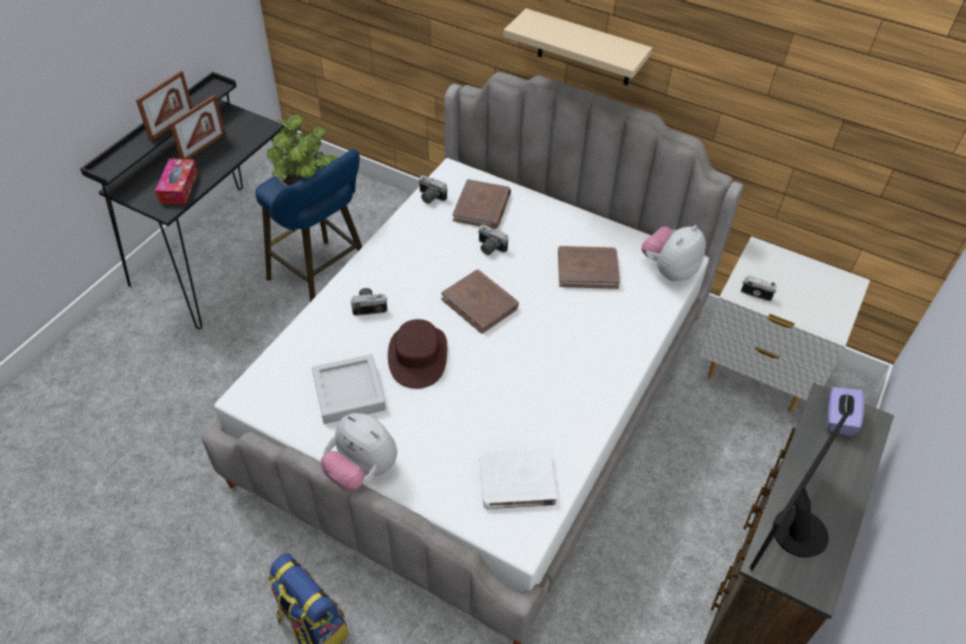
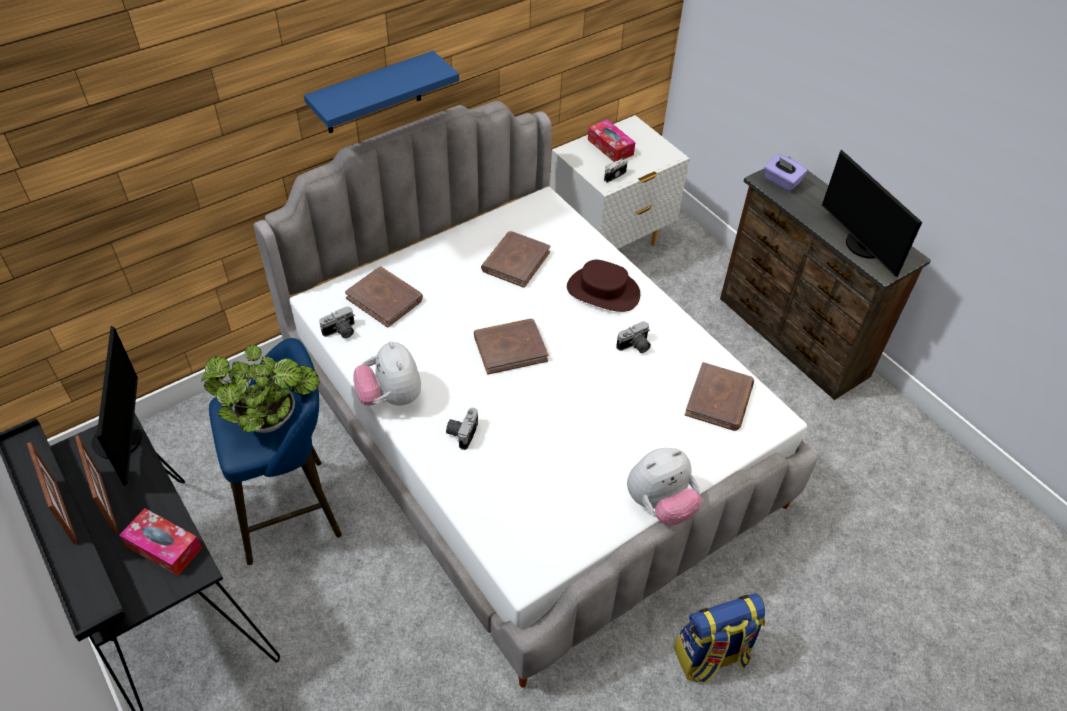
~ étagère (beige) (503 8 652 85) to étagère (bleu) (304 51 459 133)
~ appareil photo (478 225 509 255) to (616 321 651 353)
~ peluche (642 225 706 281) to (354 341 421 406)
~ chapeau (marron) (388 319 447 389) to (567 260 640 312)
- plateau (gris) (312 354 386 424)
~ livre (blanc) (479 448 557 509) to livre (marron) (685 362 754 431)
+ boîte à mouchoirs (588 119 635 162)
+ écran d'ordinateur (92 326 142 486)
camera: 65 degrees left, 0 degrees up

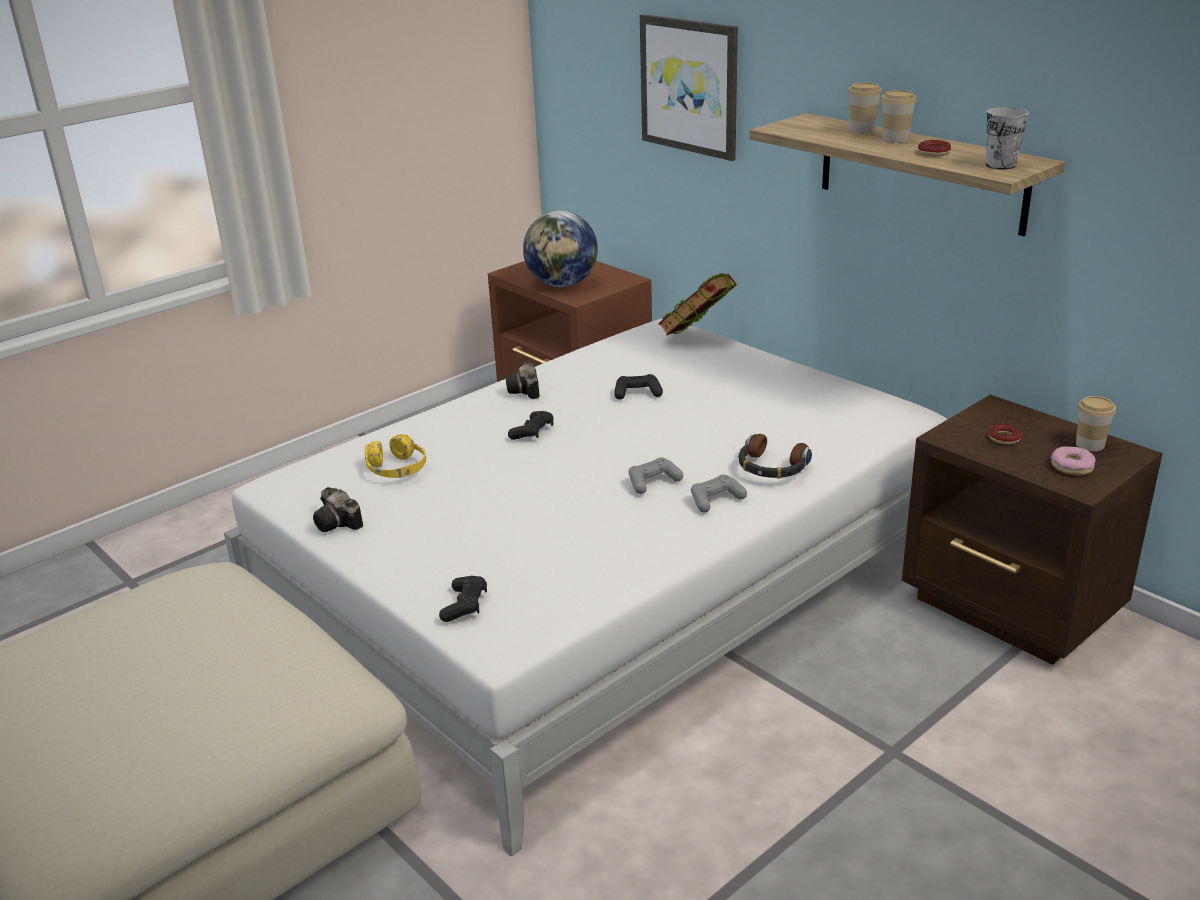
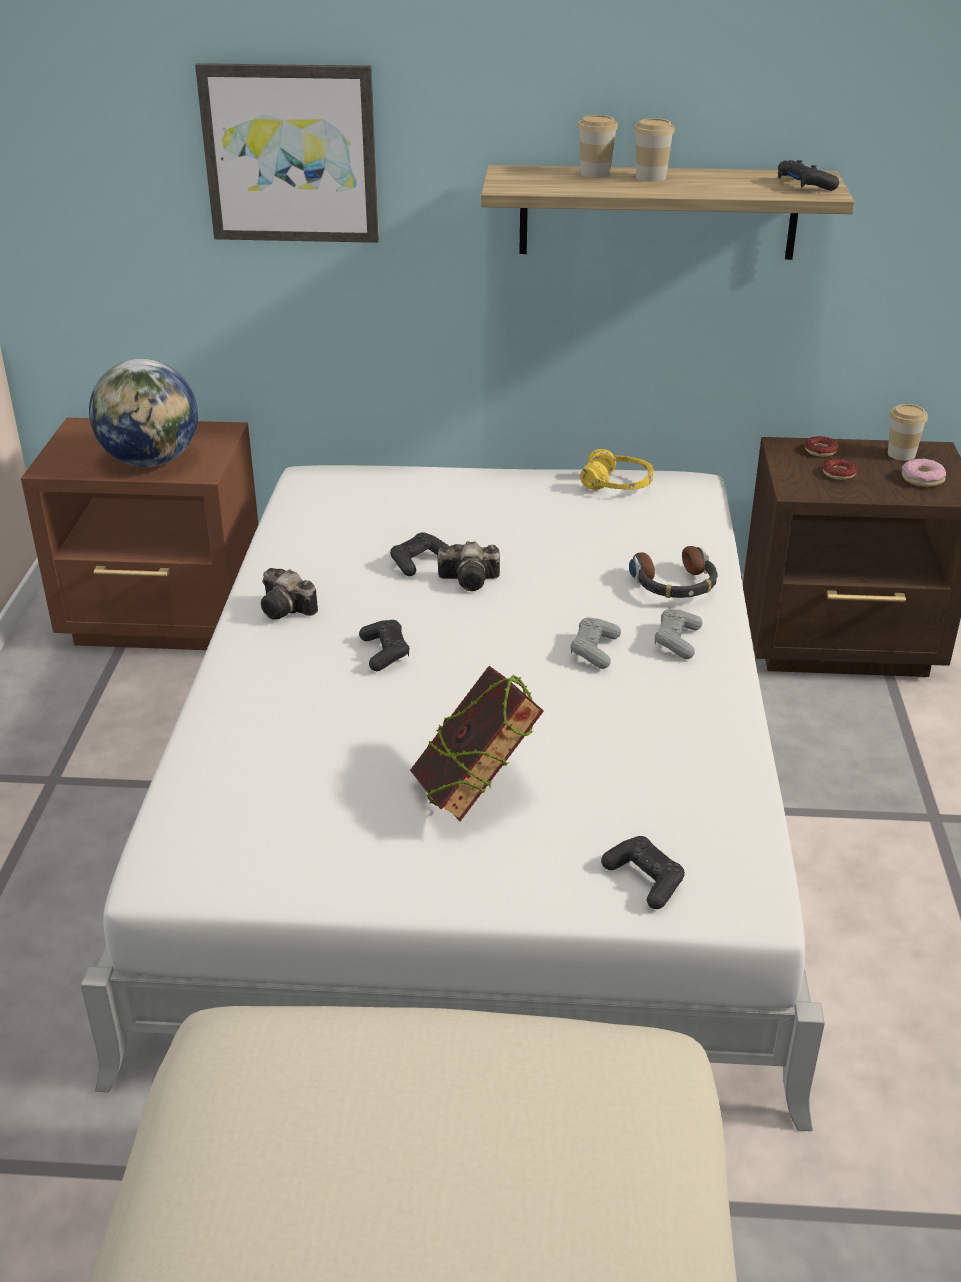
~ tasse (986 107 1029 170) to manette (noir) (778 160 839 191)
~ beignet (918 140 951 156) to (805 436 838 457)
~ livre (658 273 737 336) to (410 666 544 821)
~ casque audio (jaune) (365 434 426 478) to (580 449 653 490)
~ appareil photo (313 487 363 532) to (438 541 500 591)
camera: 45 degrees left, 5 degrees up

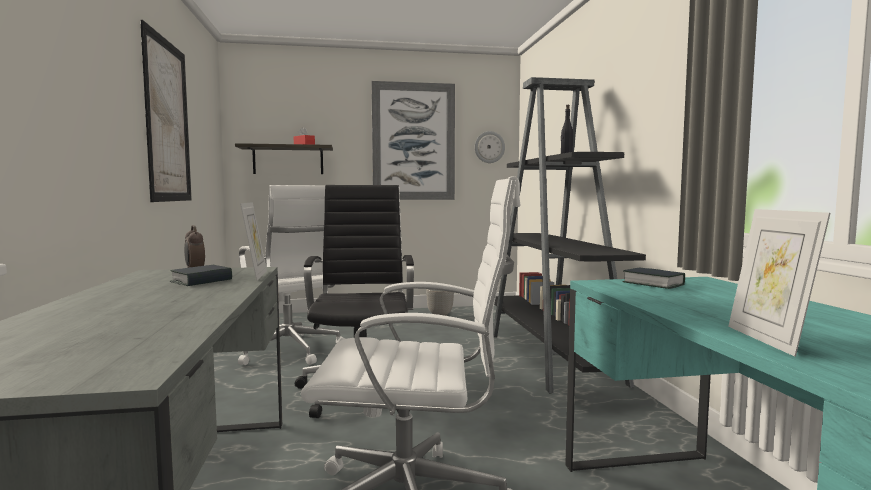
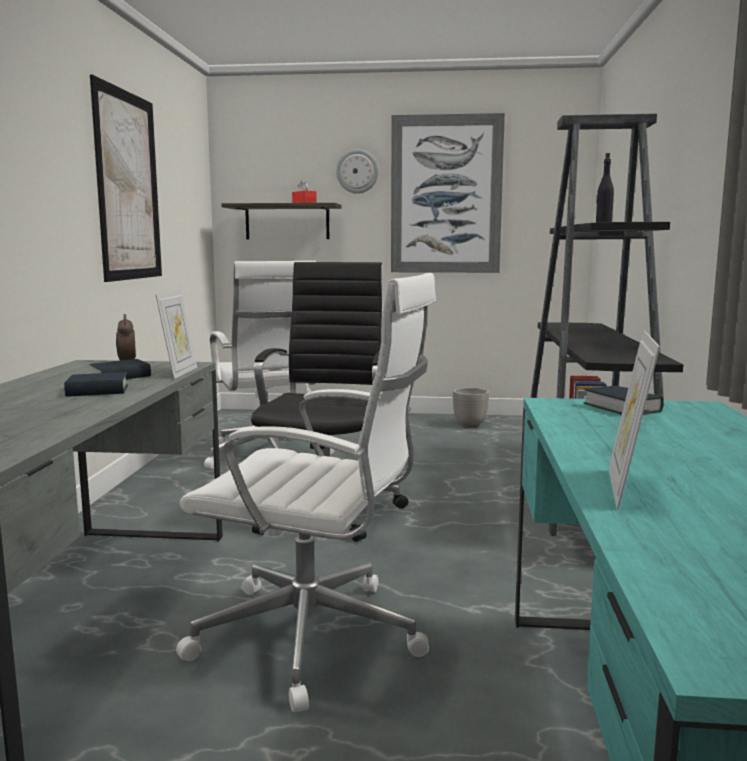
~ horloge murale (474 131 505 163) to (336 149 379 194)
+ livre (64 372 128 397)
camera: 15 degrees right, 5 degrees up

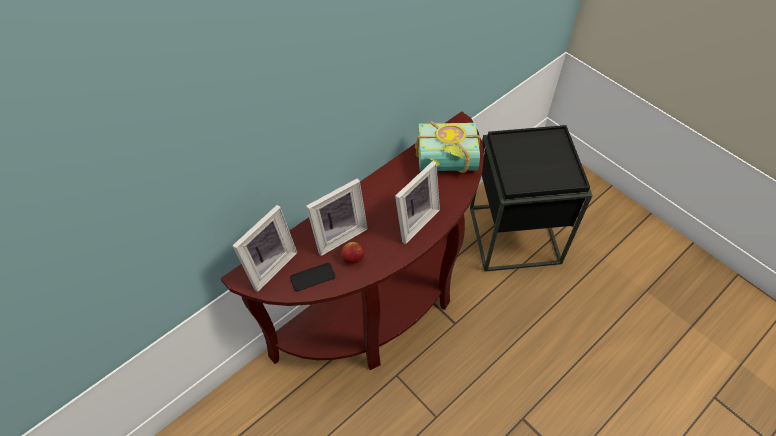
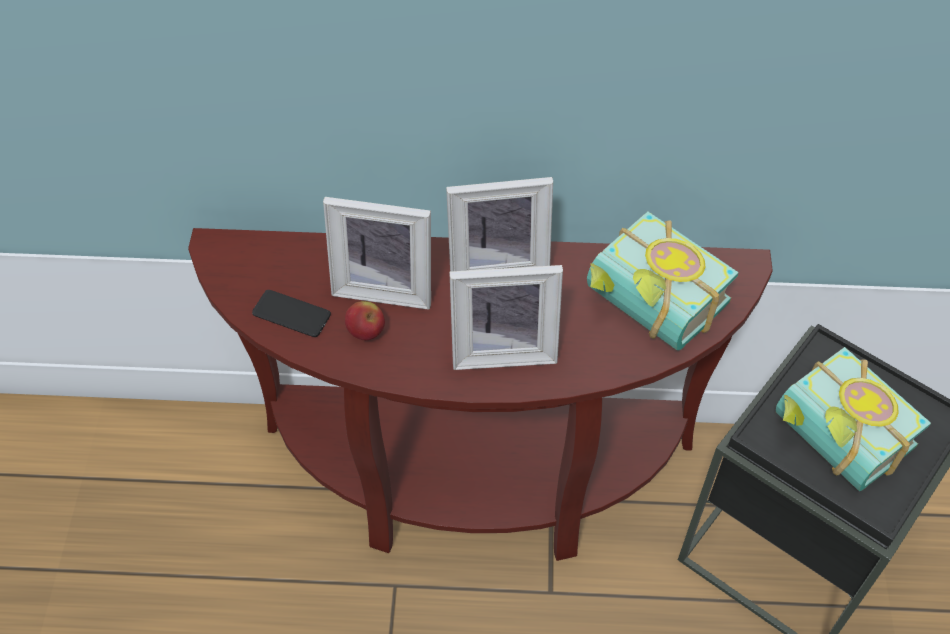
~ cadre photo (232 205 298 292) to (446 177 553 272)
+ livre (776 347 931 491)
camera: 45 degrees right, 0 degrees up

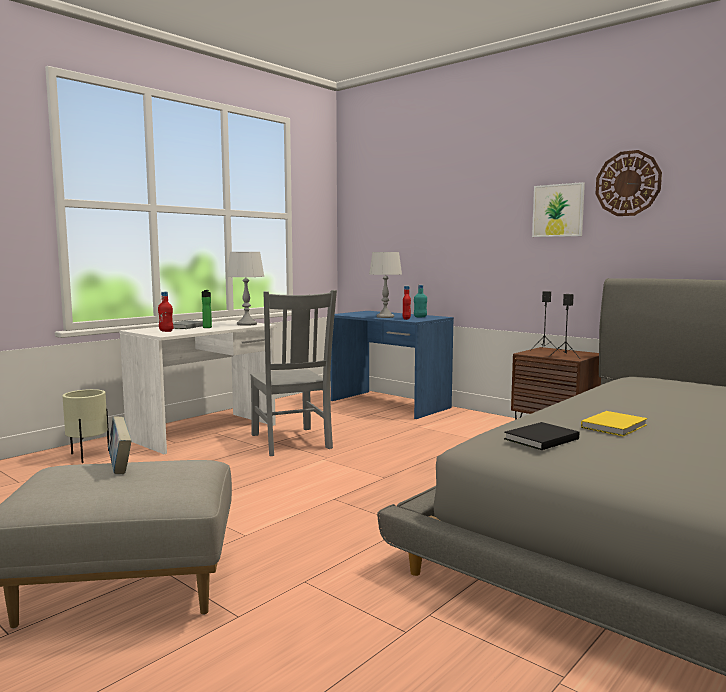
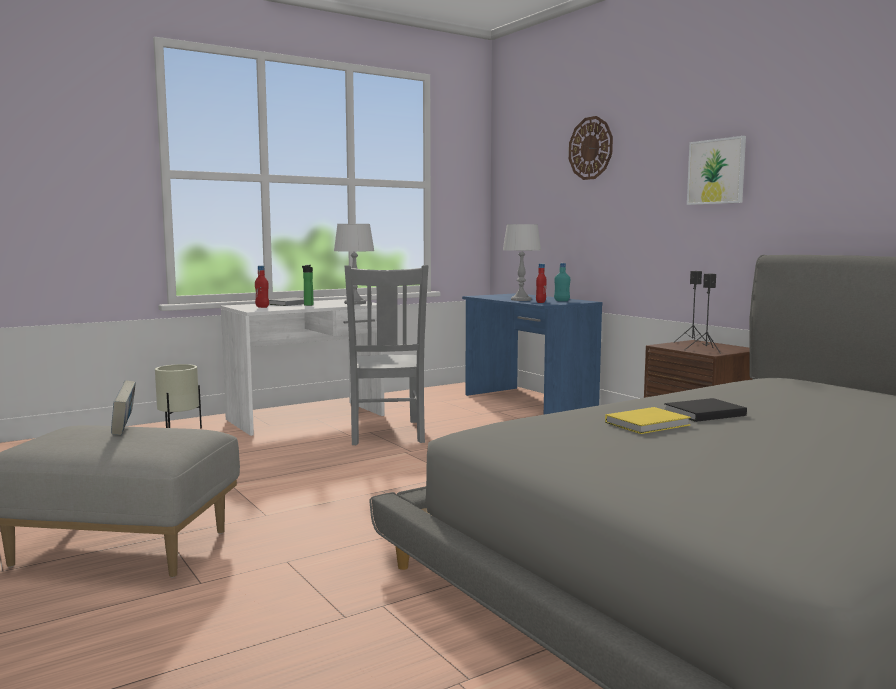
~ horloge murale (596 150 662 216) to (569 116 613 180)
~ livre (noir) (504 422 579 450) to (664 398 747 422)
camera: 15 degrees right, 0 degrees up

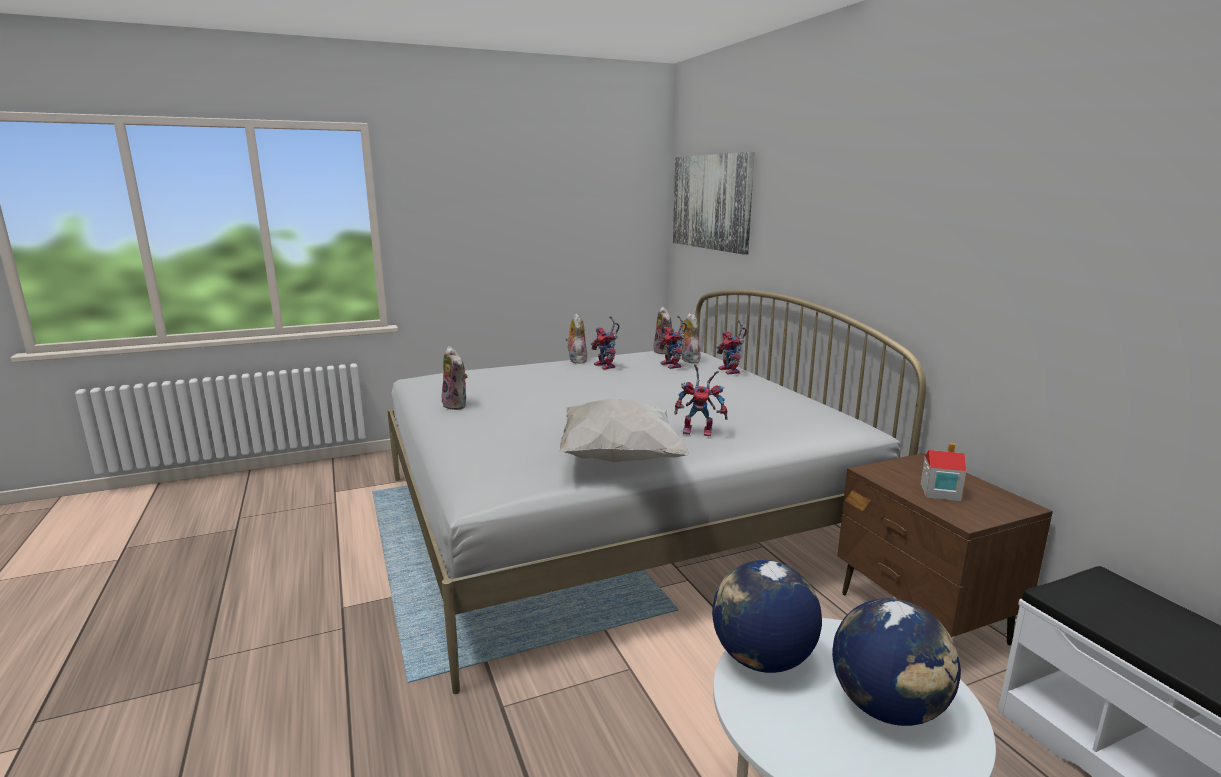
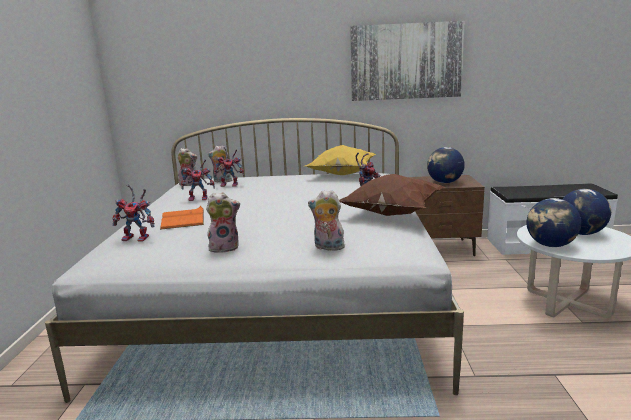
~ tableau (673 152 754 255) to (350 21 465 101)
~ peluche (565 313 588 364) to (308 190 348 251)
~ robot jouet (716 320 747 374) to (112 184 154 241)
~ coussin (blanc) (559 399 691 462) to coussin (marron) (339 174 445 216)
~ maison miniature (921 443 966 501) to globe (427 147 465 183)
+ coussin (jaune) (305 145 376 175)
+ livre (orange) (160 206 204 230)
camera: 65 degrees left, 0 degrees up

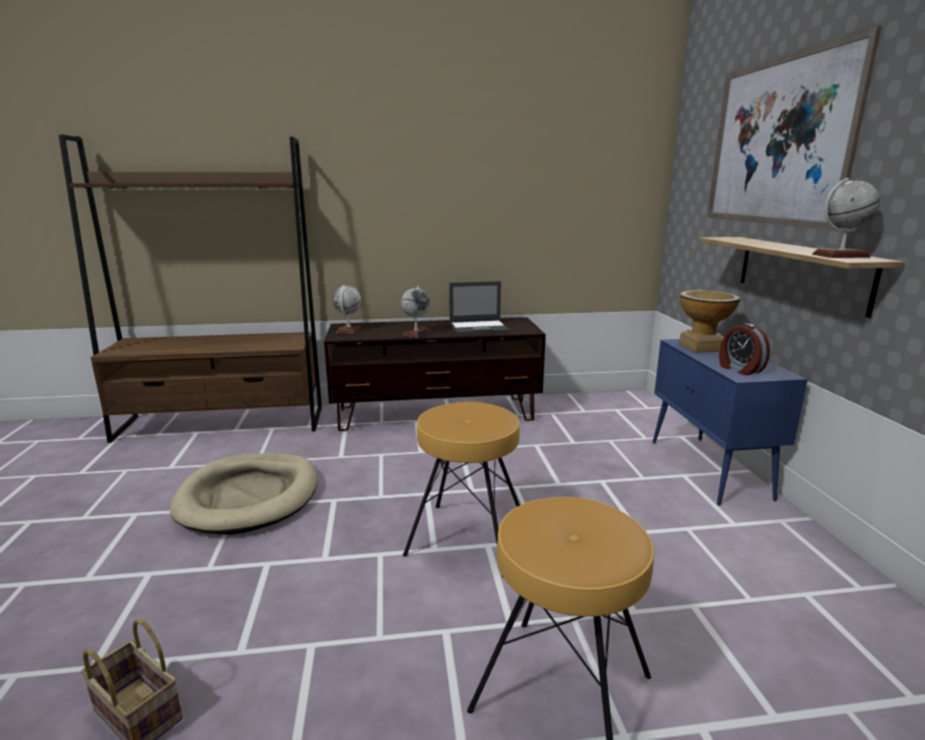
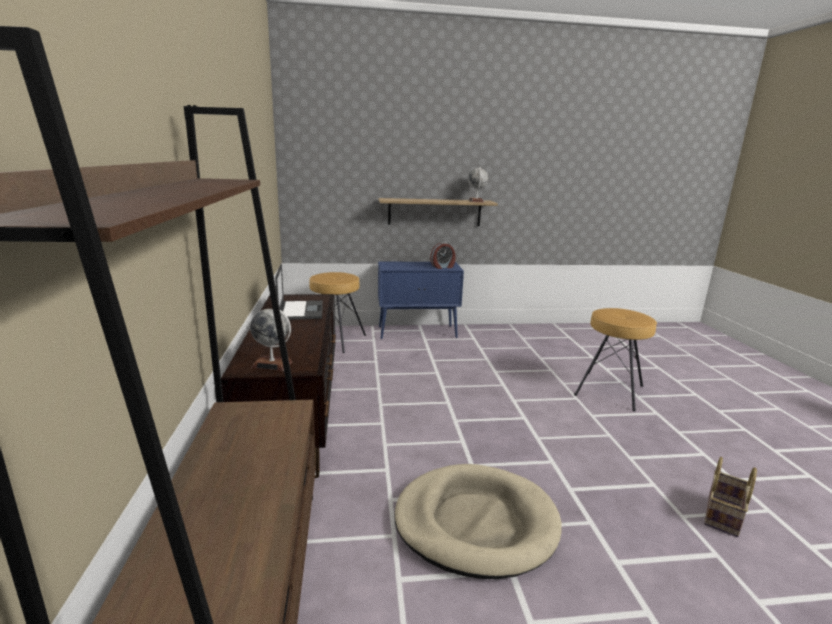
- tableau (707 25 882 230)
- globe (401 286 431 338)
- vase (679 290 741 353)
~ tabouret (marron) (403 402 520 577) to (309 272 366 353)
camera: 90 degrees left, 0 degrees up

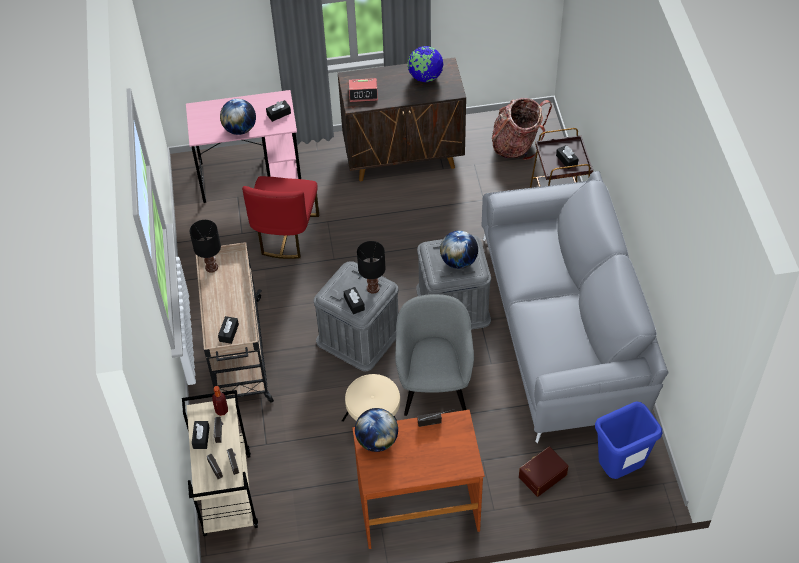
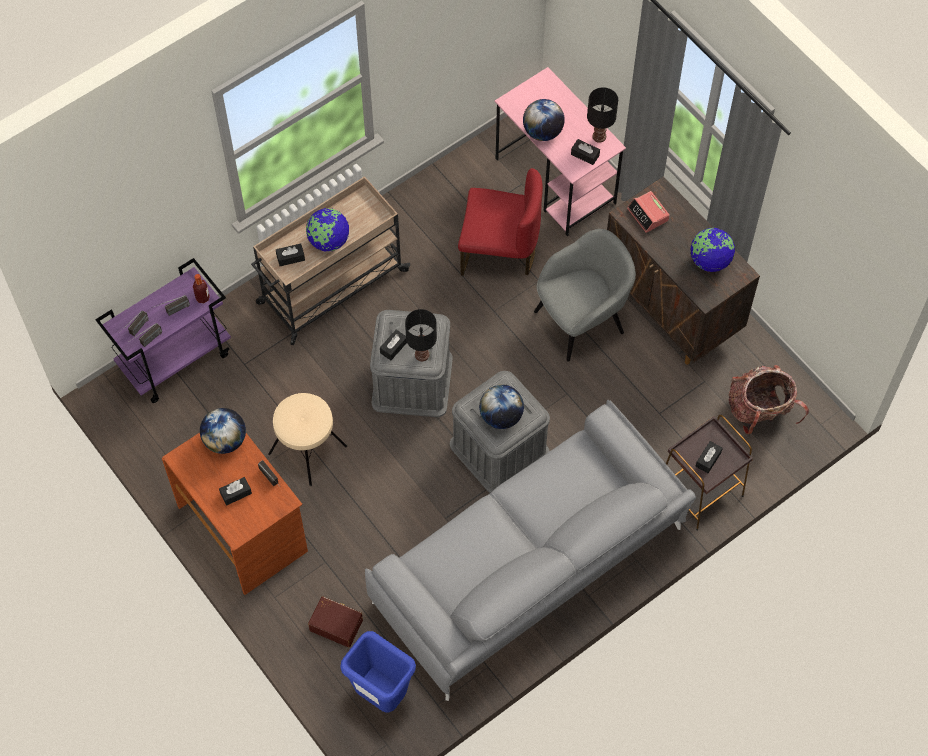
~ chaise (rouge) (242 176 319 259) = (458 168 543 276) 150 degrees counterclockwise
~ lampe de table (noir) (190 220 221 273) to (587 87 618 143)
~ fauteuil (gris) (395 294 474 416) to (534 229 636 362)
~ chariot (beige) (182 390 258 536) to chariot (violet) (95 258 231 403)
~ boîte à mouchoirs (noir) (192 421 210 449) to (219 477 252 506)
+ globe (306 208 349 252)
camera: 60 degrees right, 10 degrees up

